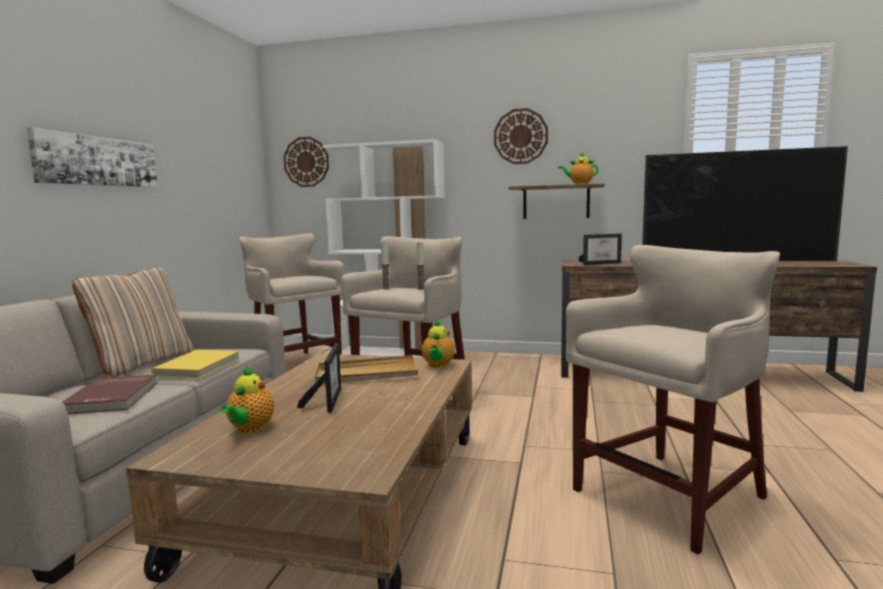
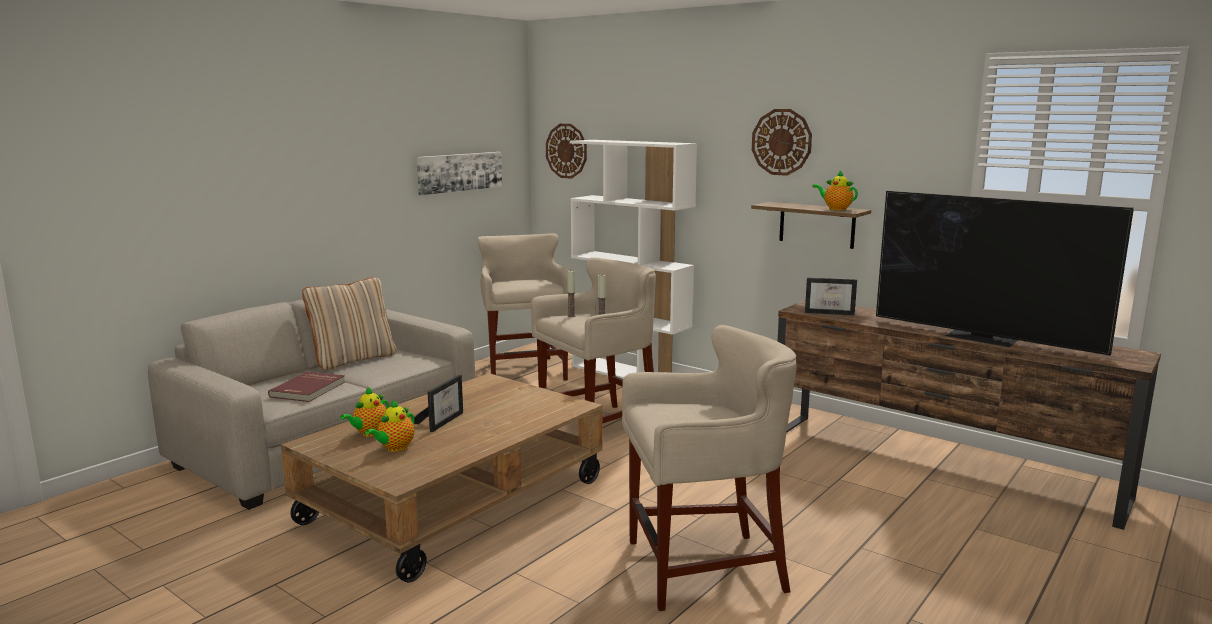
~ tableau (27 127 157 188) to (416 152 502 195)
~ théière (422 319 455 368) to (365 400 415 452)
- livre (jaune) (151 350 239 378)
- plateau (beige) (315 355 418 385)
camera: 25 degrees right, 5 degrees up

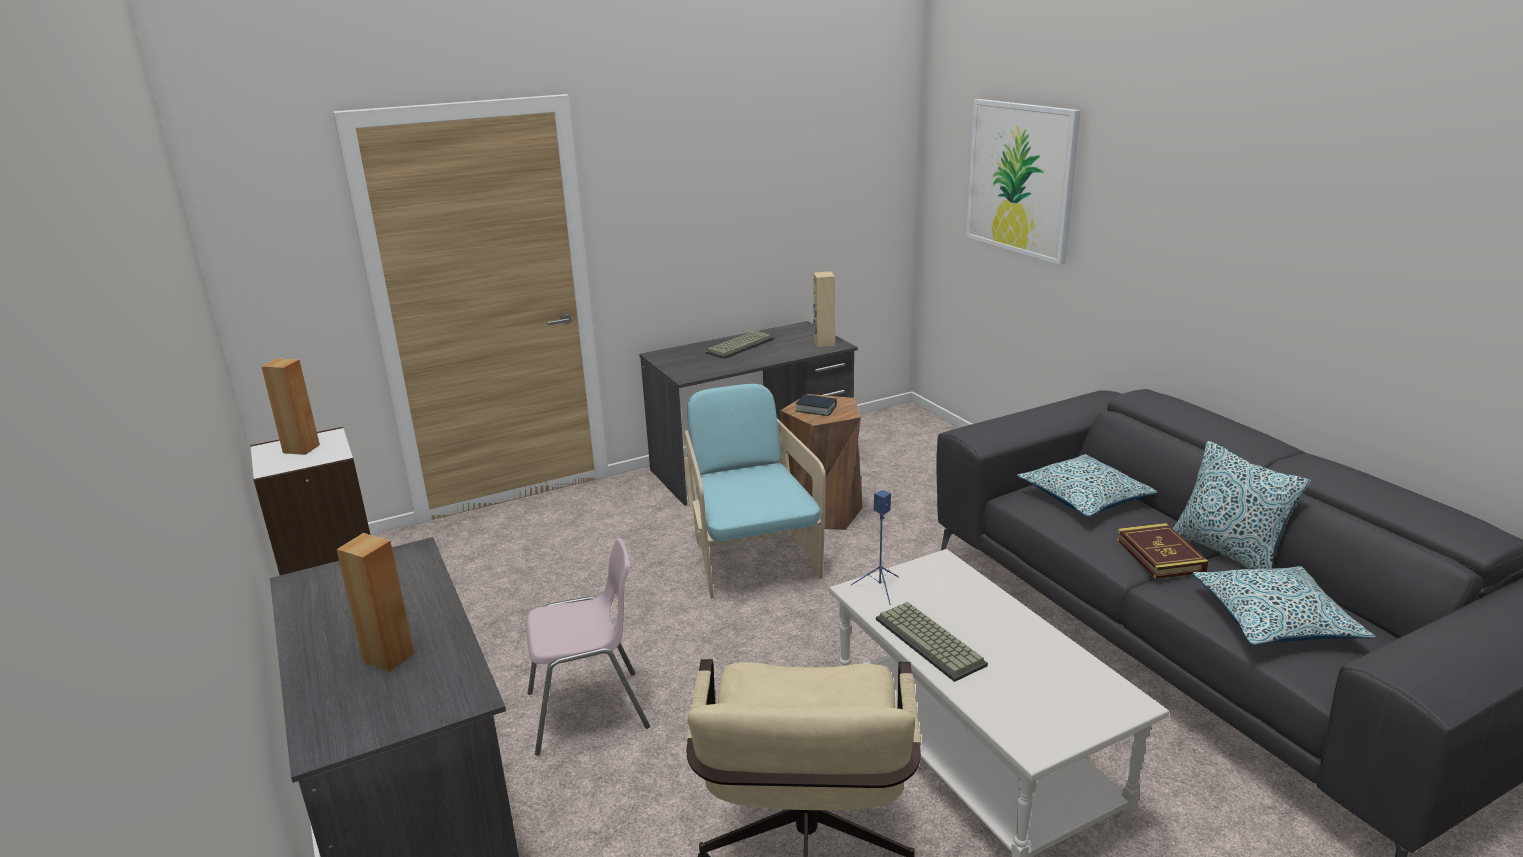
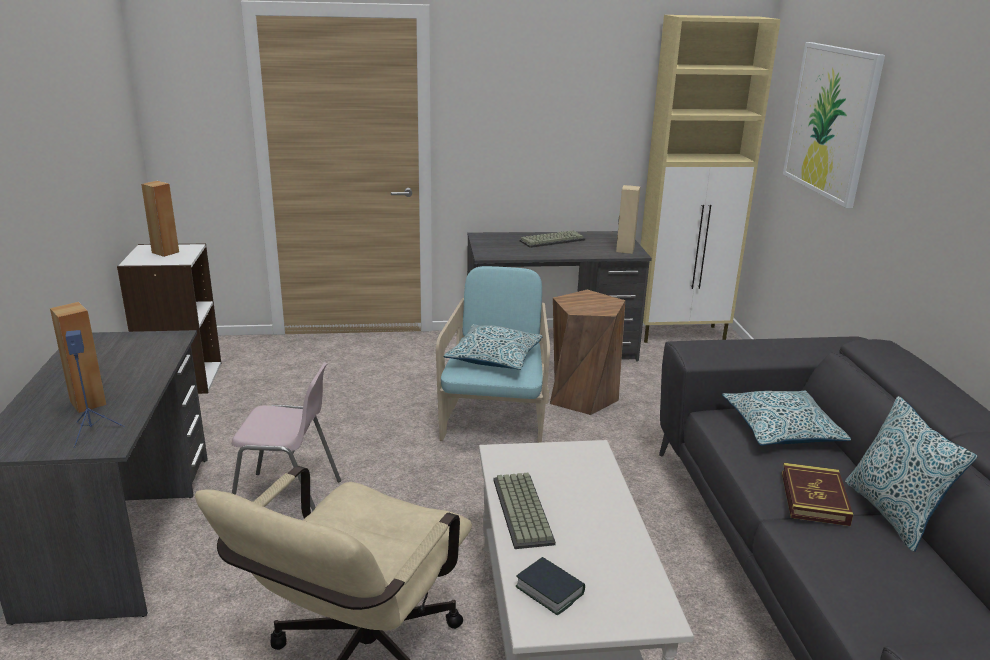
~ livre (796 394 837 416) to (516 557 585 616)
~ enceinte (bleu) (851 490 899 605) to (65 330 125 448)
~ coussin (1192 566 1376 646) to (444 324 542 370)
+ meuble de rangement (beige) (641 15 781 343)
camera: 20 degrees right, 0 degrees up

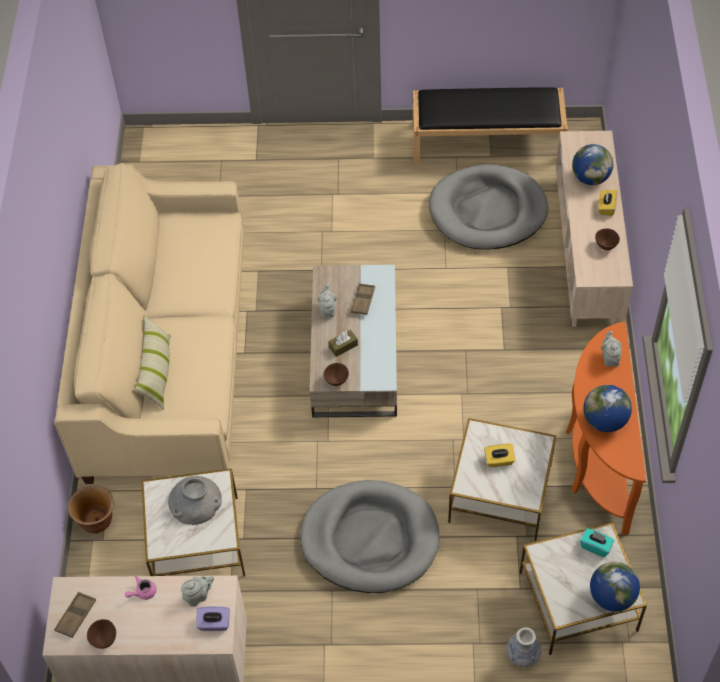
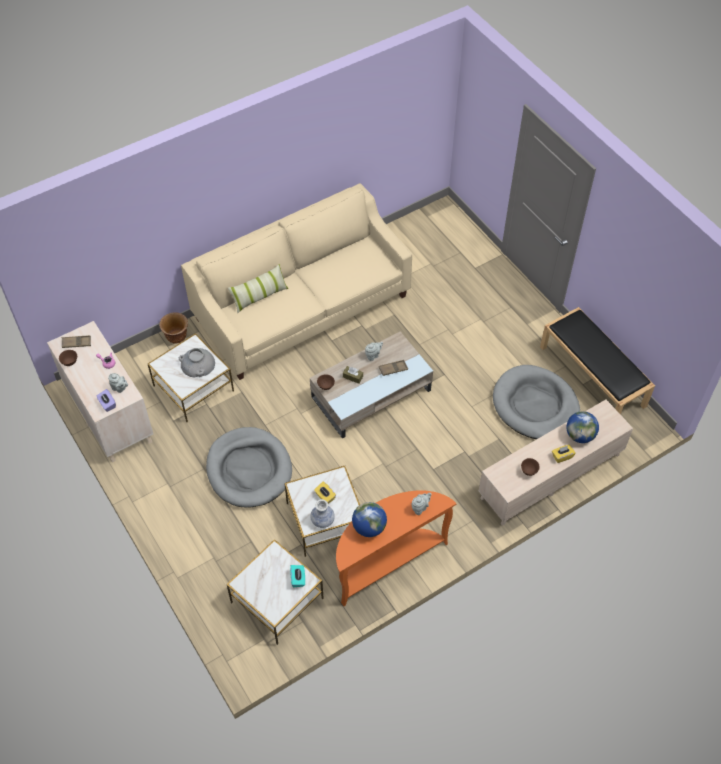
- globe (590 562 640 612)
~ vase (506 627 541 667) to (310 499 335 528)
camera: 55 degrees right, 0 degrees up

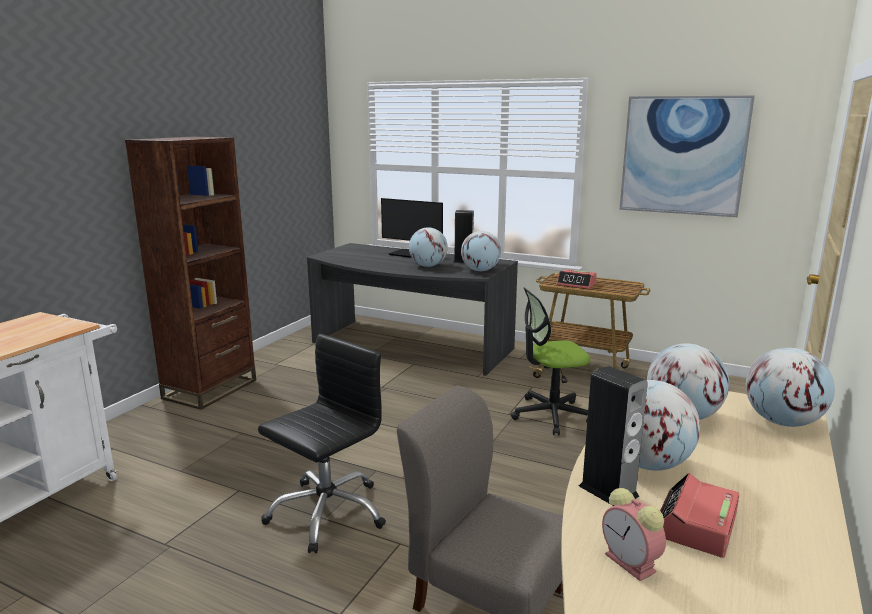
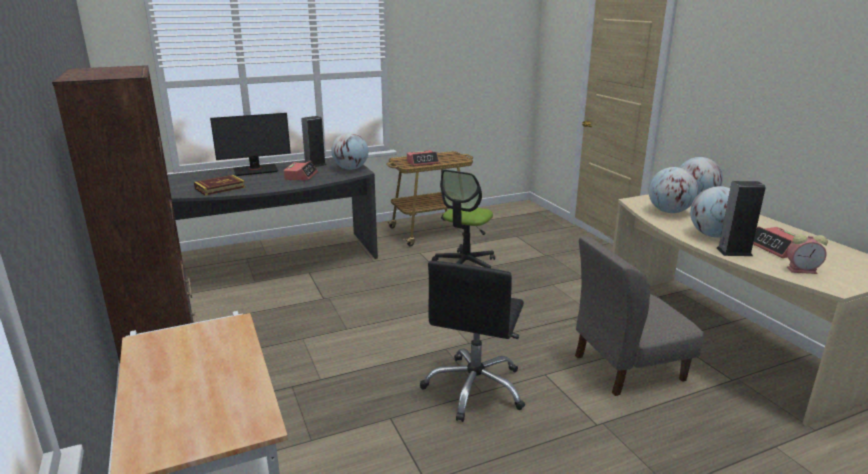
- tableau (620 96 755 217)
~ globe (409 227 448 267) to réveil (284 161 318 180)
~ chaise de bureau (noir) (258 334 386 553) = (420 261 525 422) 150 degrees counterclockwise
+ livre (194 175 246 196)
camera: 50 degrees left, 5 degrees up

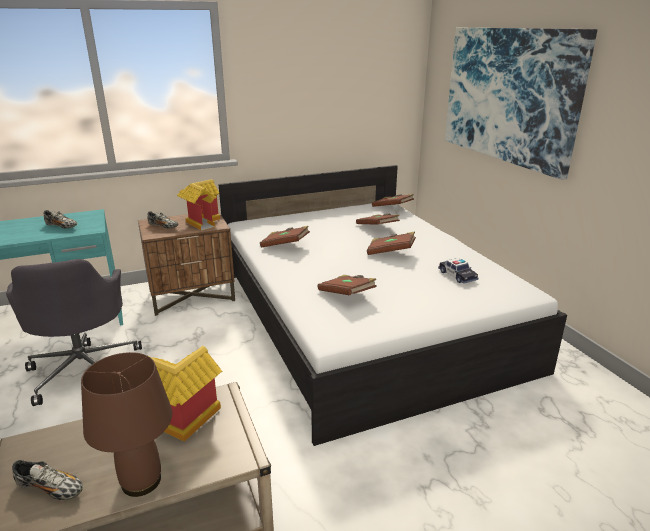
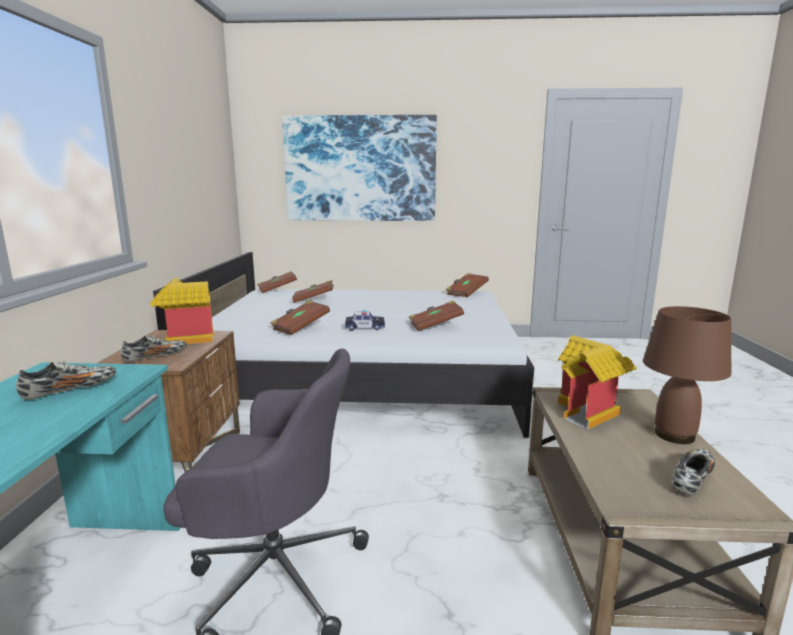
~ livre (marron) (367 232 416 255) to (446 273 489 297)
~ petite voiture (438 258 478 284) to (345 310 385 330)
camera: 65 degrees left, 10 degrees down

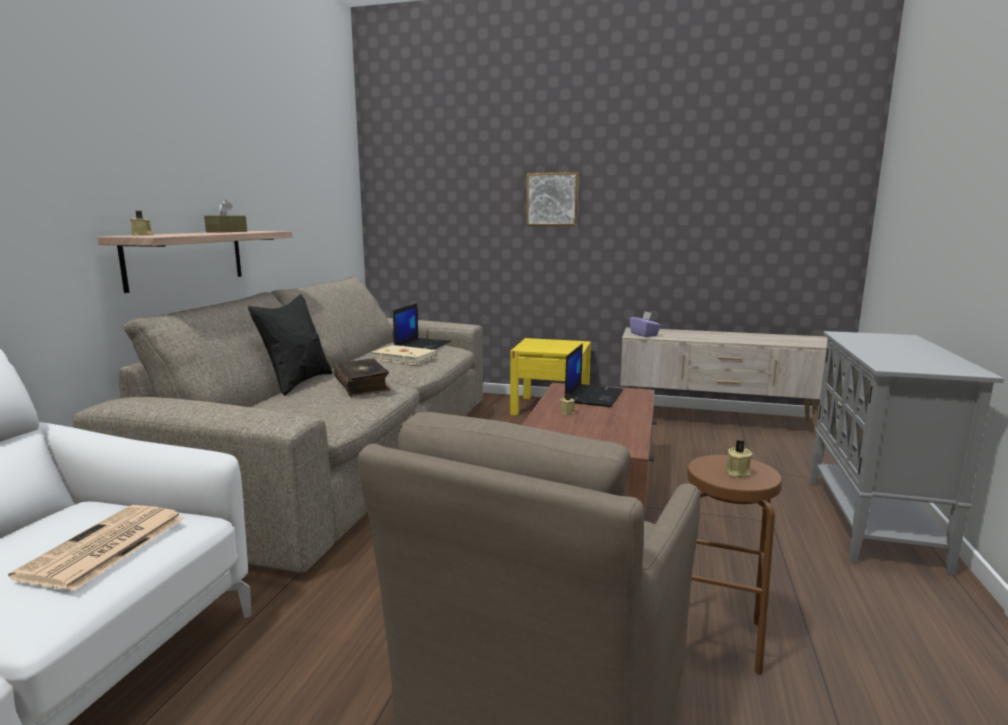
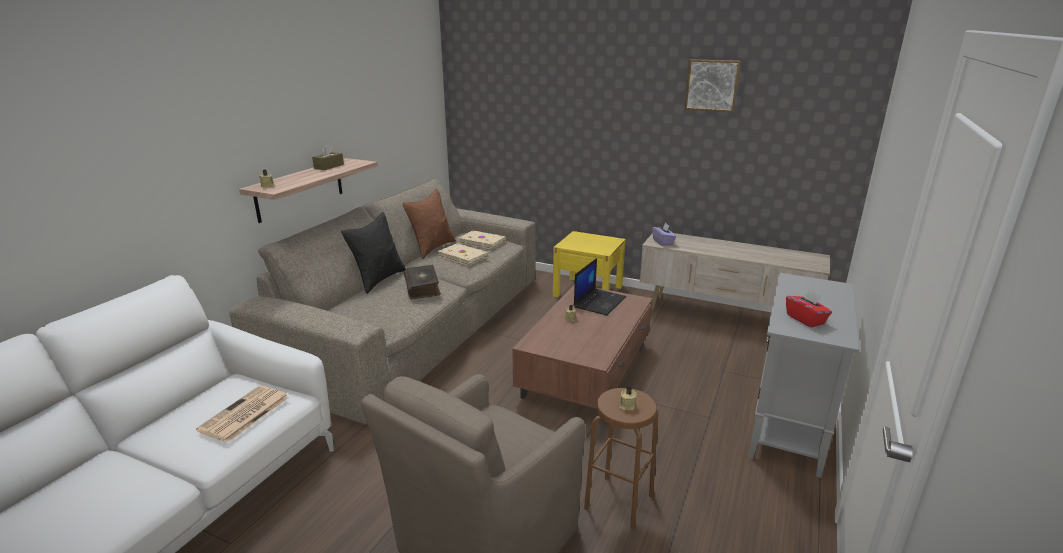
~ tableau (526 172 579 226) to (685 59 741 112)
~ ordinateur portable (393 303 451 350) to livre (beige) (458 230 506 249)
+ coussin (marron) (402 189 456 259)
+ boîte à mouchoirs (rouge) (786 289 832 327)
camera: 10 degrees right, 10 degrees up

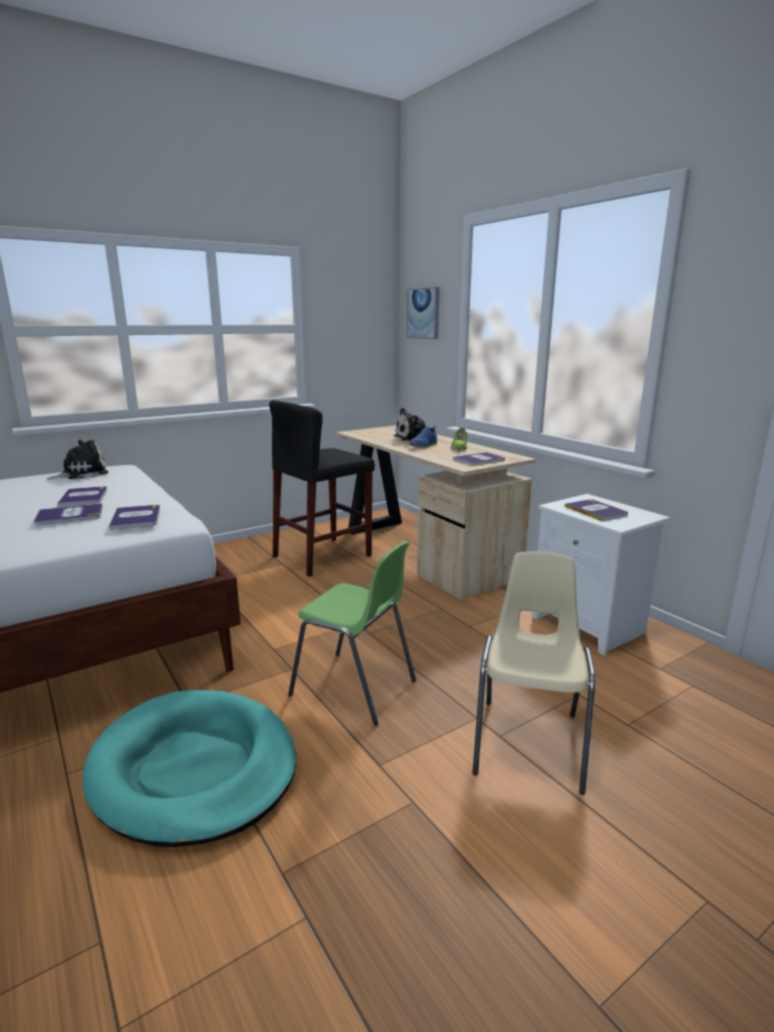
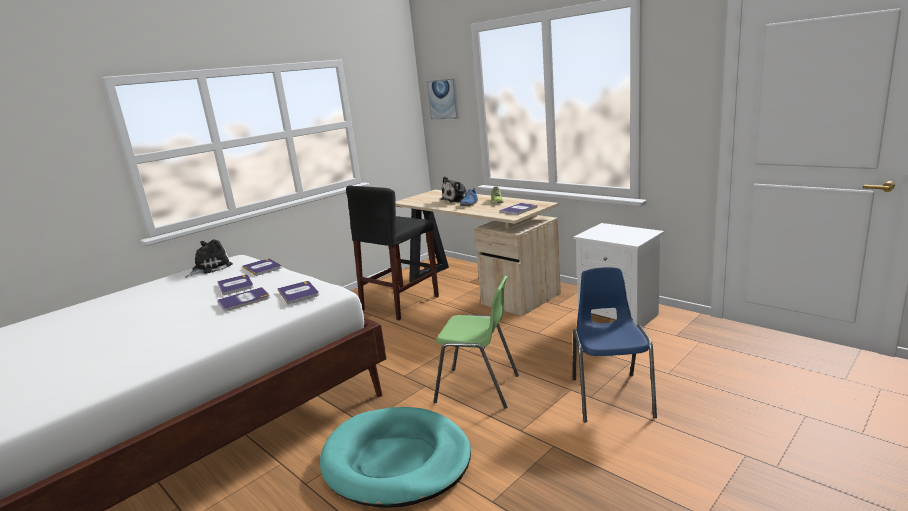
~ livre (564 499 628 521) to (243 259 282 276)
~ chaise (beige) (473 551 595 795) to chaise (bleu) (573 267 657 423)
camera: 10 degrees left, 0 degrees up

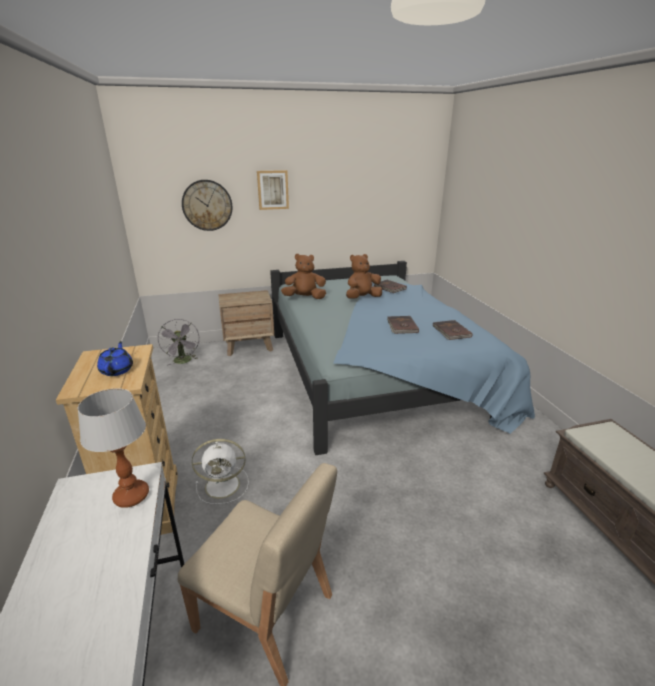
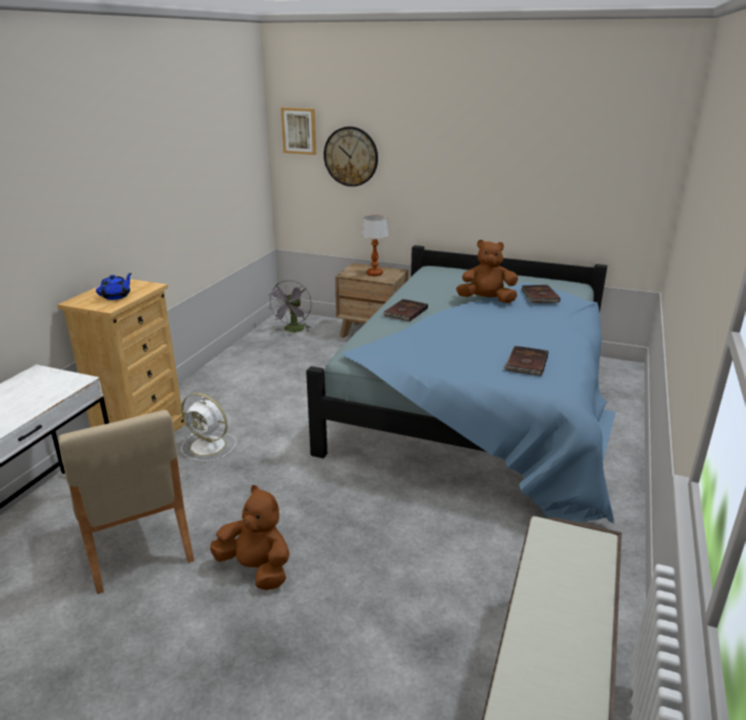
~ tableau (257 170 289 210) to (281 107 316 155)
~ peluche (marron) (281 254 326 299) to (210 485 289 590)
~ livre (marron) (387 316 419 334) to (383 299 428 322)
~ lampe de table (77 388 149 508) to (361 215 389 276)
camera: 35 degrees right, 0 degrees up

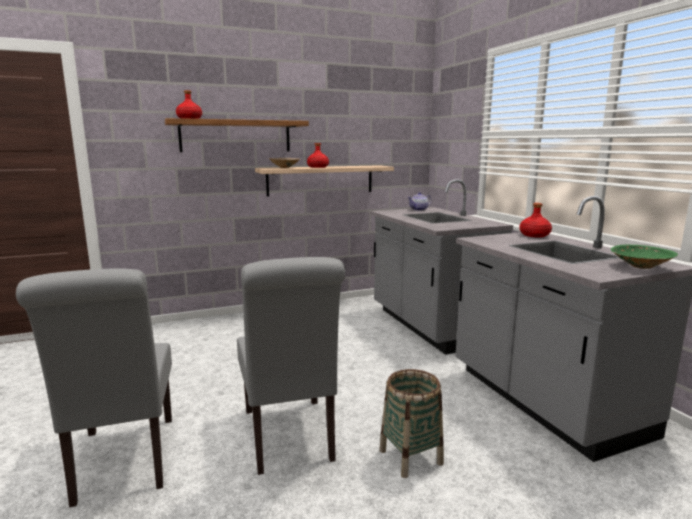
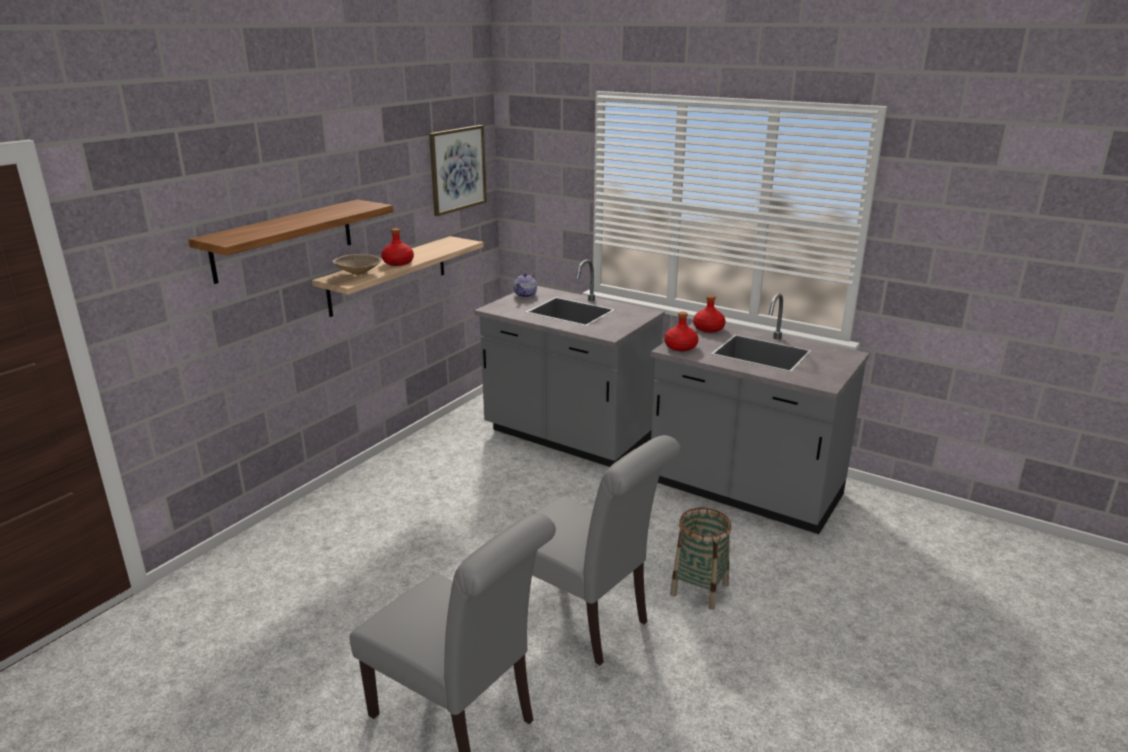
~ bouteille (rouge) (176 90 202 119) to (664 312 698 351)
- bol (vert) (611 245 678 269)
+ tableau (429 125 487 216)
camera: 35 degrees left, 10 degrees up

